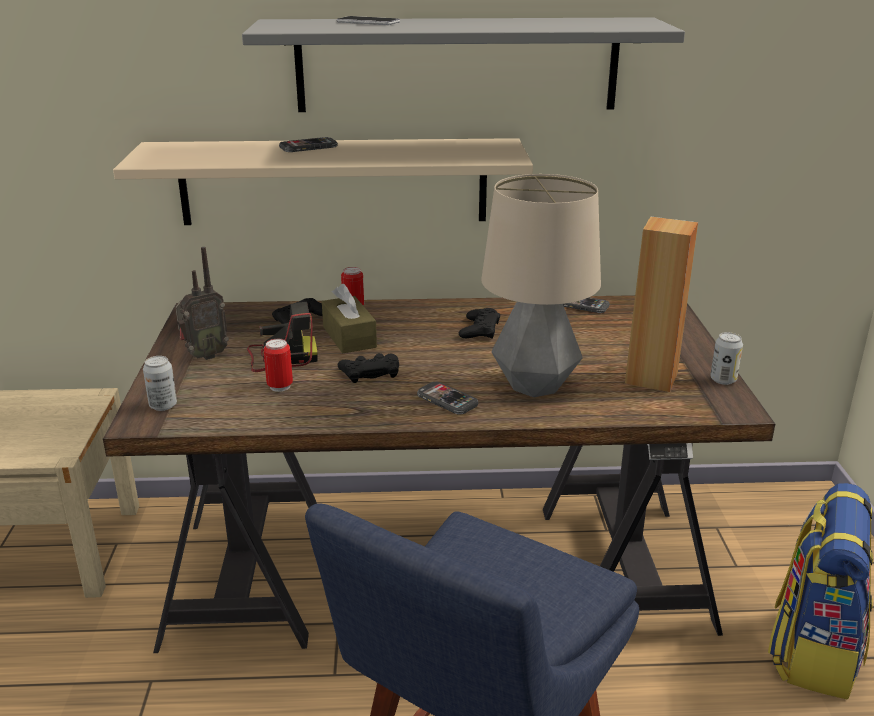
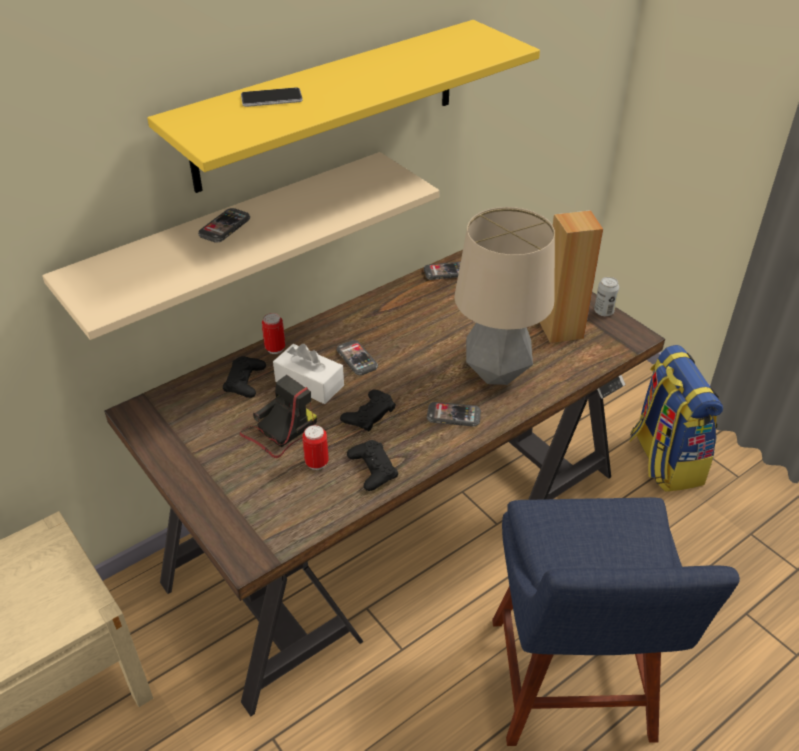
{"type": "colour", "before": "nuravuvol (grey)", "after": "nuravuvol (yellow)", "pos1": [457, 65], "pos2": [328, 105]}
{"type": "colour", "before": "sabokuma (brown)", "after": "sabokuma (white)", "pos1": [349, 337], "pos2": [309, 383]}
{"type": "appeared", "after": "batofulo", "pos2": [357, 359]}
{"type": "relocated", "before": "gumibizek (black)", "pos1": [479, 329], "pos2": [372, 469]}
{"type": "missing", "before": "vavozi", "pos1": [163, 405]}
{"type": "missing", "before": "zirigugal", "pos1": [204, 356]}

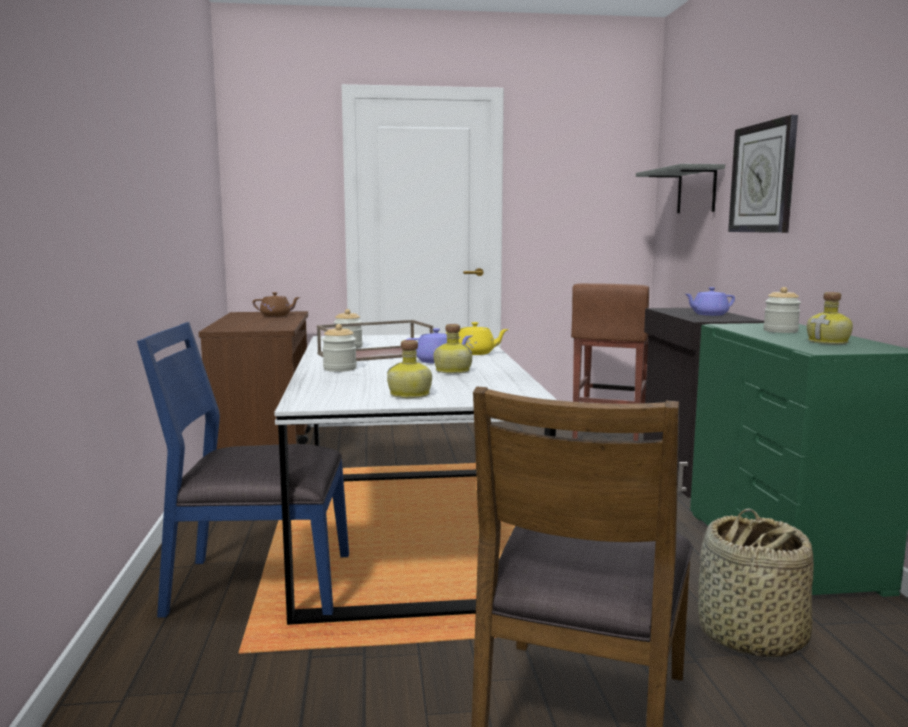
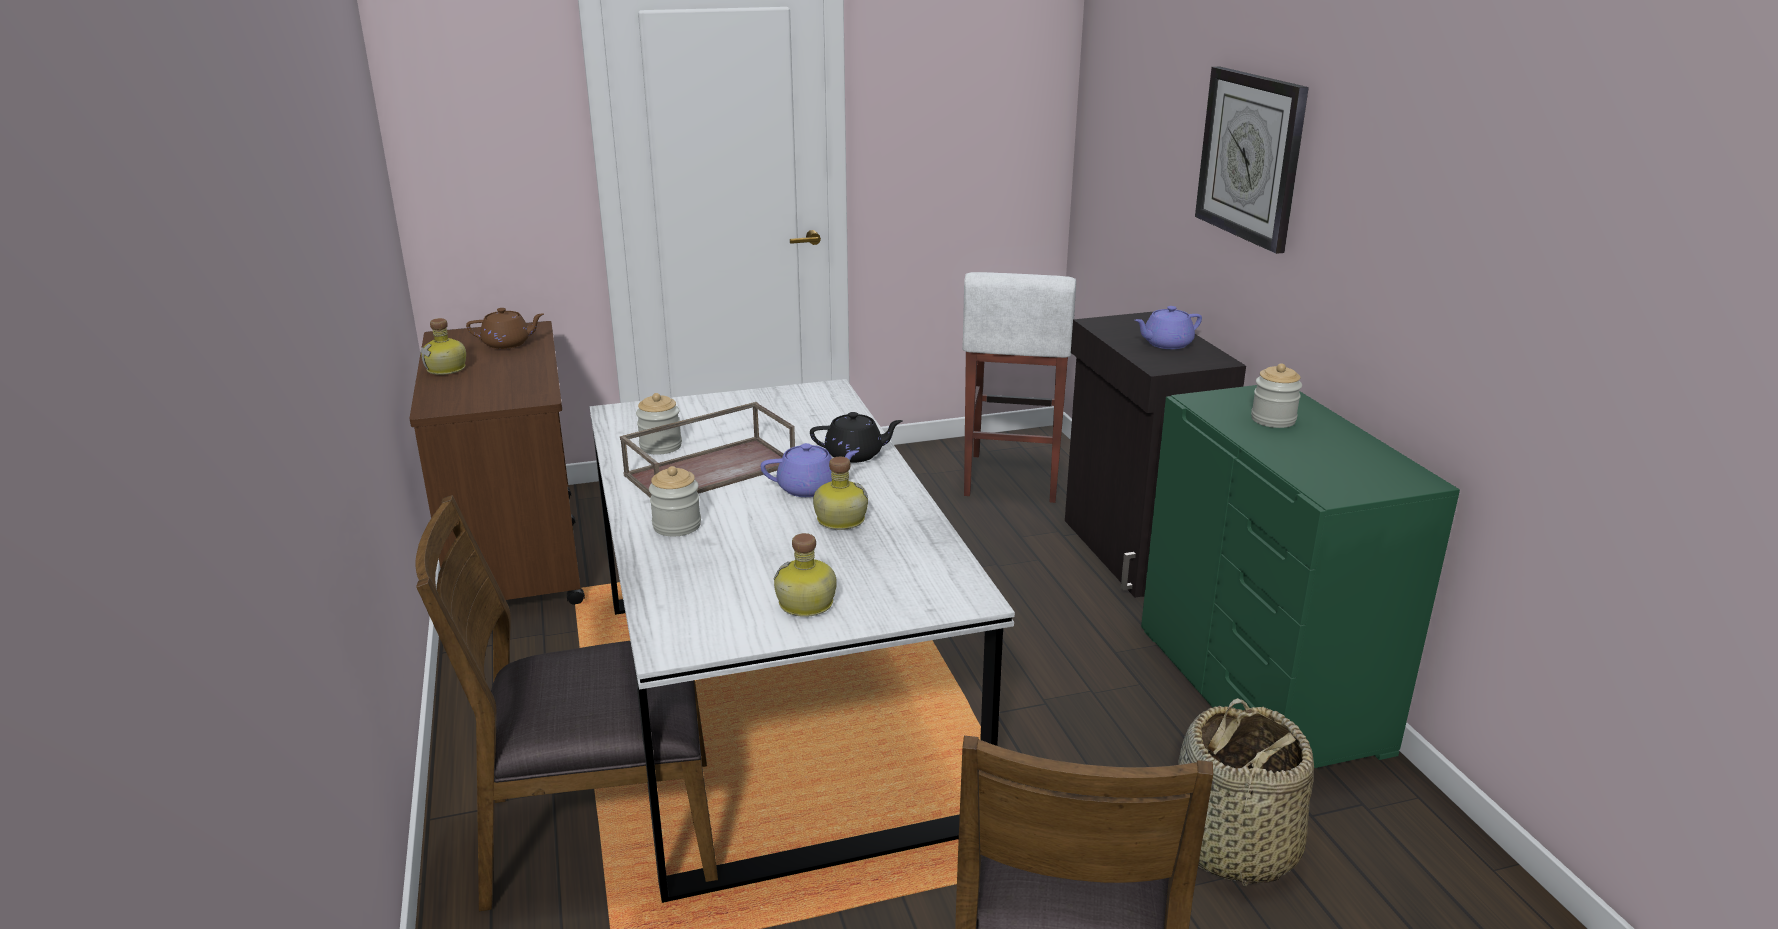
{"type": "colour", "before": "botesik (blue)", "after": "botesik (brown)", "pos1": [259, 585], "pos2": [599, 834]}
{"type": "relocated", "before": "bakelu", "pos1": [829, 342], "pos2": [447, 369]}
{"type": "colour", "before": "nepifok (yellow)", "after": "nepifok (black)", "pos1": [476, 353], "pos2": [855, 454]}
{"type": "colour", "before": "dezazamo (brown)", "after": "dezazamo (white)", "pos1": [607, 438], "pos2": [1011, 478]}
{"type": "missing", "before": "nuravuvol (grey)", "pos1": [696, 190]}

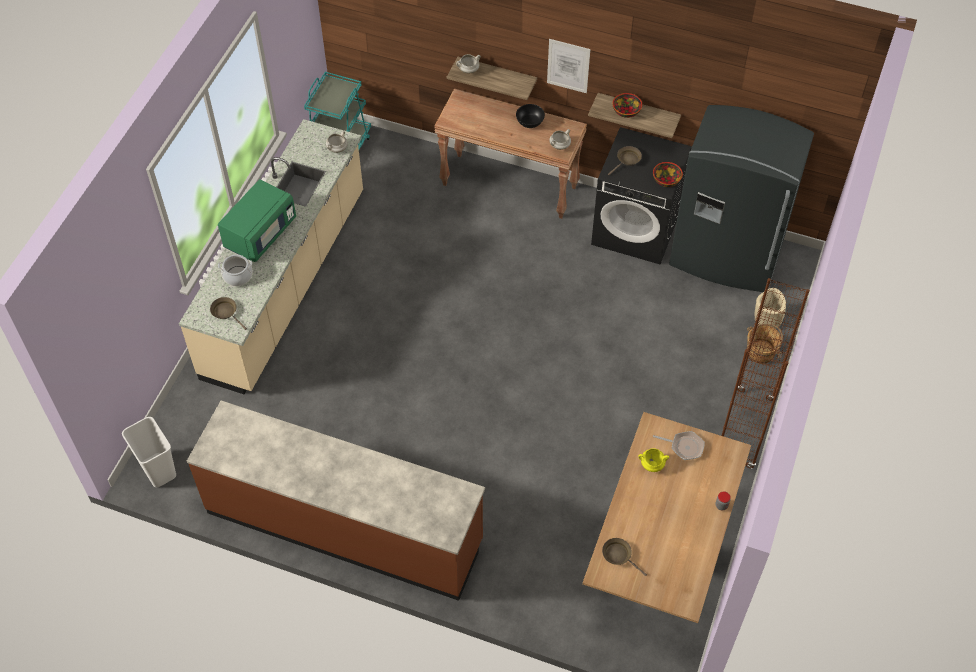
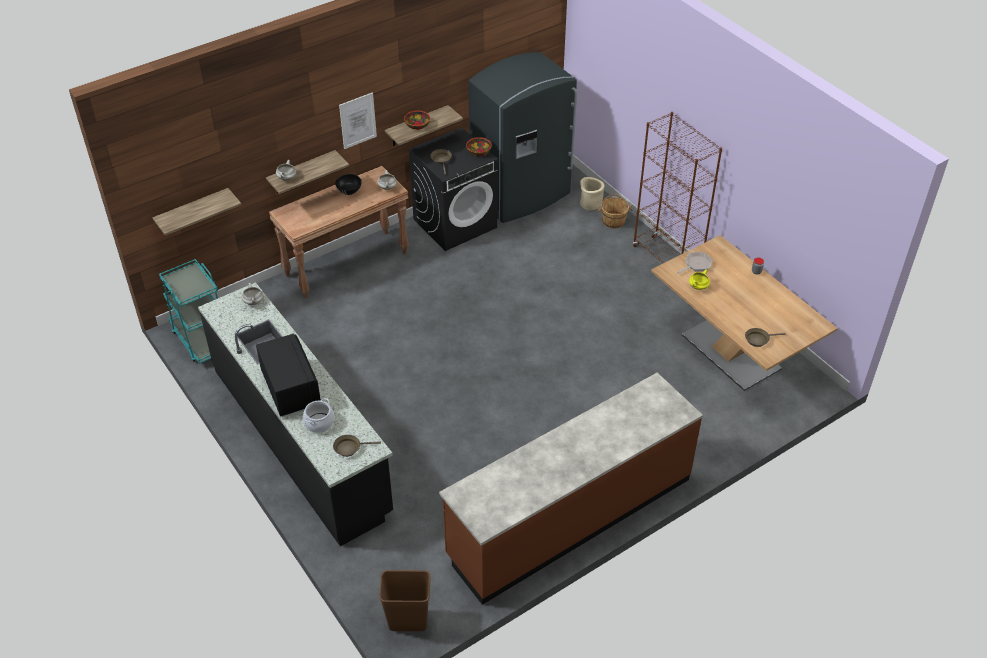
{"type": "appeared", "after": "nuravuvol", "pos2": [193, 211]}
{"type": "colour", "before": "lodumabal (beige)", "after": "lodumabal (black)", "pos1": [286, 284], "pos2": [301, 439]}
{"type": "colour", "before": "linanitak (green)", "after": "linanitak (black)", "pos1": [260, 234], "pos2": [290, 388]}
{"type": "colour", "before": "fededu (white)", "after": "fededu (brown)", "pos1": [158, 470], "pos2": [407, 621]}

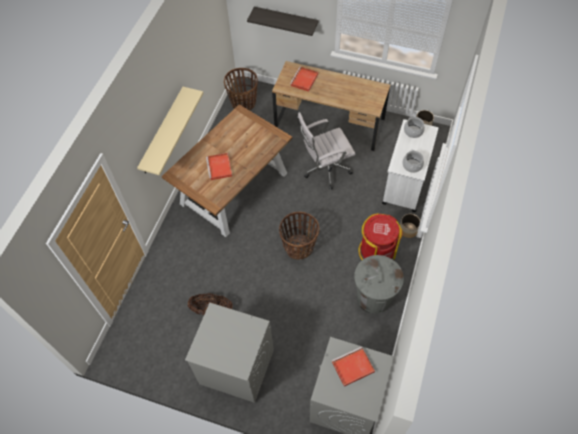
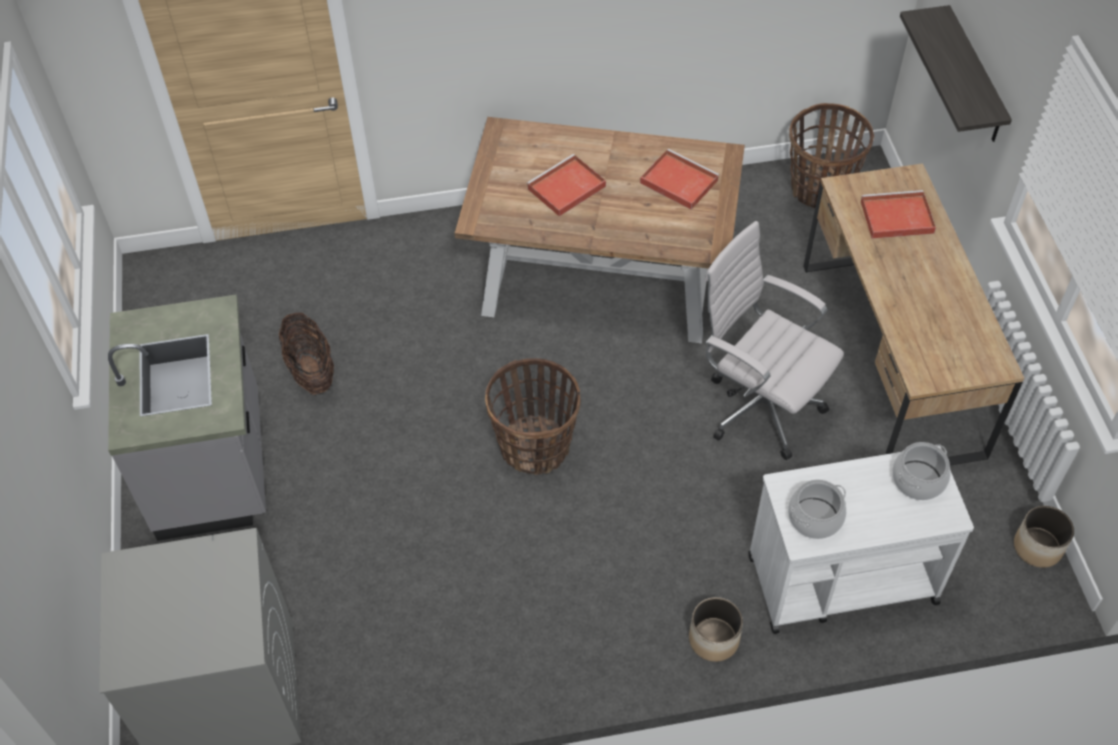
{"type": "exchanged", "before": "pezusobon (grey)", "after": "lodumabal (grey)", "pos1": [236, 367], "pos2": [214, 466]}
{"type": "relocated", "before": "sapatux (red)", "pos1": [352, 367], "pos2": [677, 181]}
{"type": "missing", "before": "nuravuvol (beige)", "pos1": [162, 131]}
{"type": "missing", "before": "fededu (grey)", "pos1": [373, 298]}
{"type": "missing", "before": "fededu (red)", "pos1": [376, 251]}

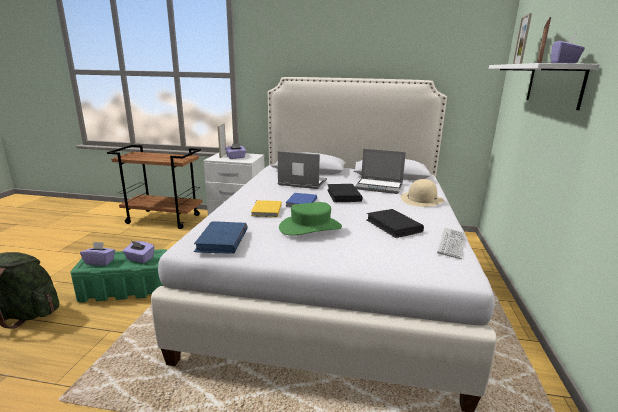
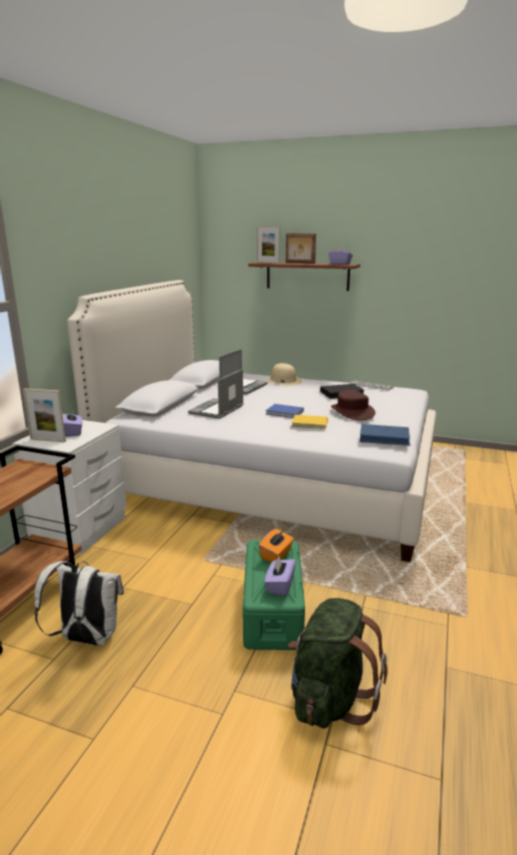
{"type": "appeared", "after": "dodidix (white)", "pos2": [86, 638]}
{"type": "colour", "before": "nuravuvol (white)", "after": "nuravuvol (brown)", "pos1": [553, 84], "pos2": [307, 276]}
{"type": "colour", "before": "sabokuma (purple)", "after": "sabokuma (orange)", "pos1": [140, 259], "pos2": [276, 555]}
{"type": "colour", "before": "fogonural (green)", "after": "fogonural (brown)", "pos1": [310, 227], "pos2": [352, 412]}
{"type": "missing", "before": "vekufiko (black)", "pos1": [343, 195]}

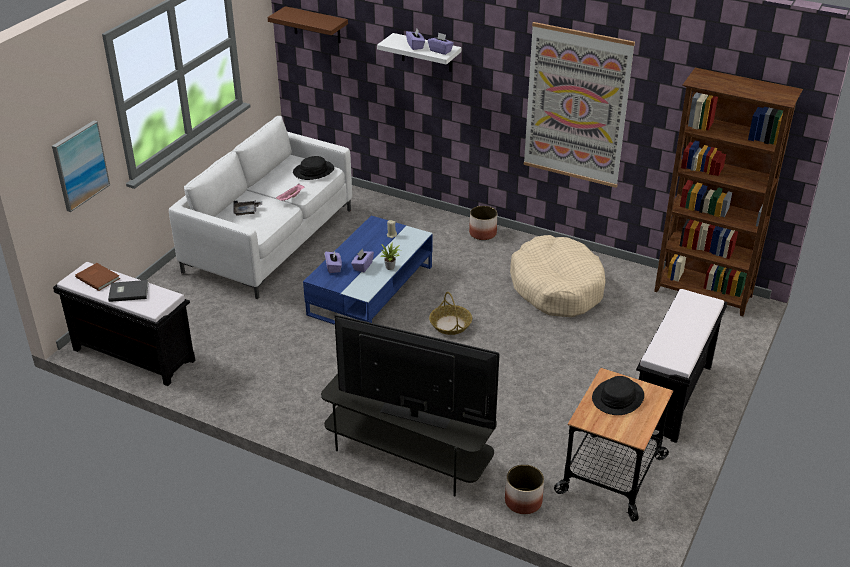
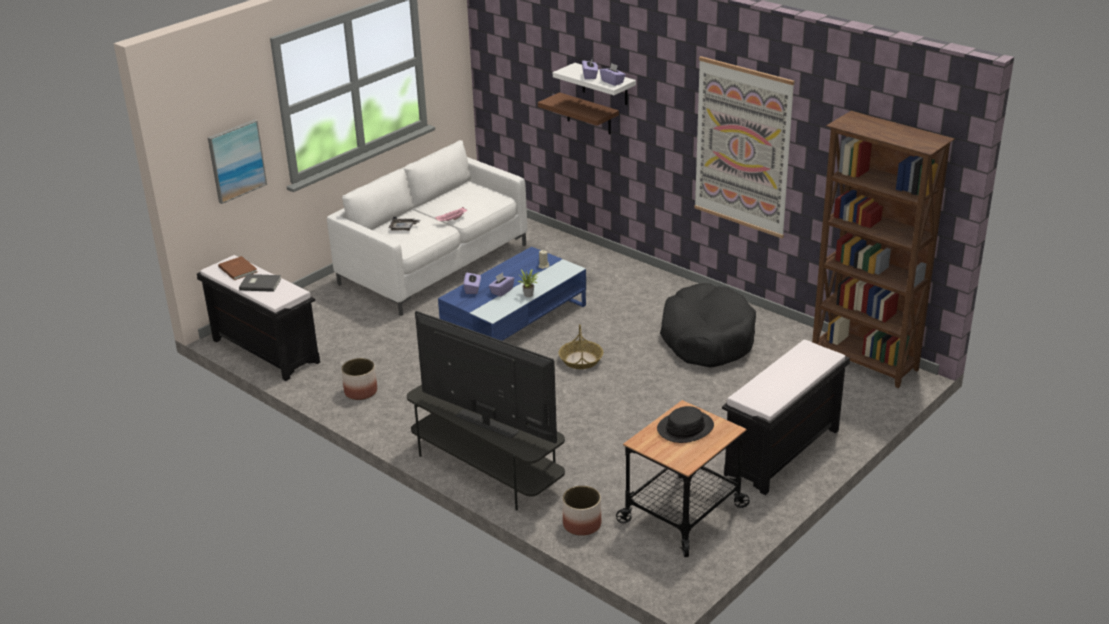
{"type": "relocated", "before": "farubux", "pos1": [483, 233], "pos2": [361, 391]}
{"type": "relocated", "before": "nuravuvol (brown)", "pos1": [316, 25], "pos2": [589, 114]}
{"type": "colour", "before": "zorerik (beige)", "after": "zorerik (black)", "pos1": [556, 287], "pos2": [707, 338]}
{"type": "missing", "before": "fogonural (black)", "pos1": [313, 171]}

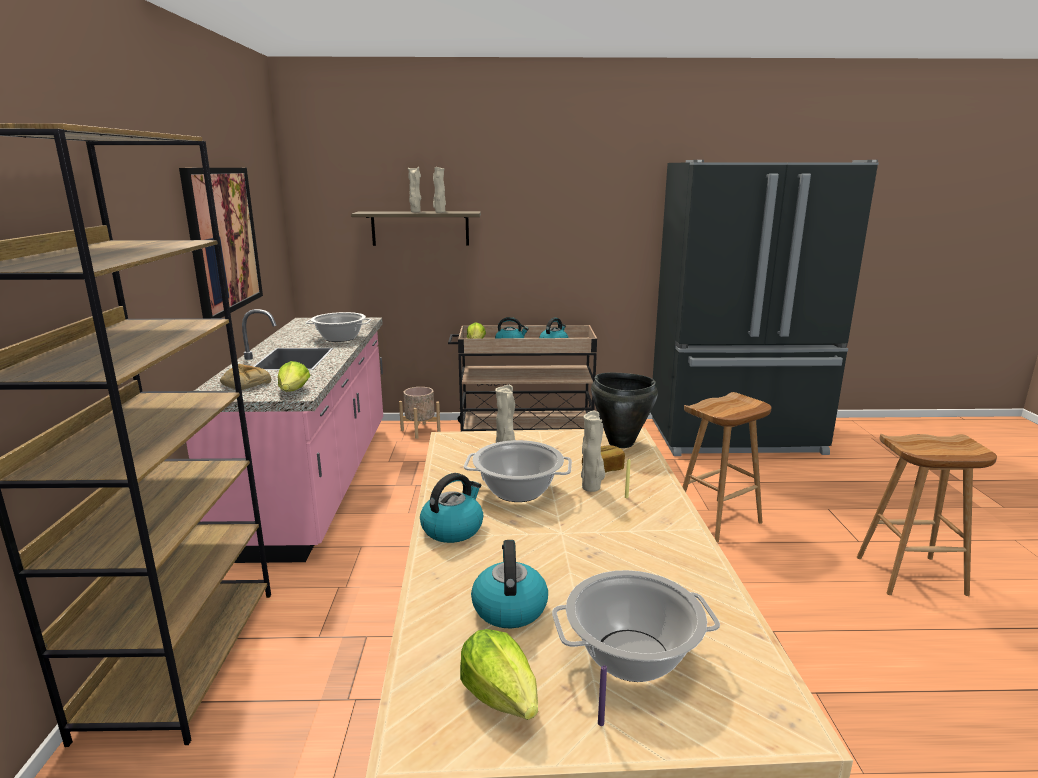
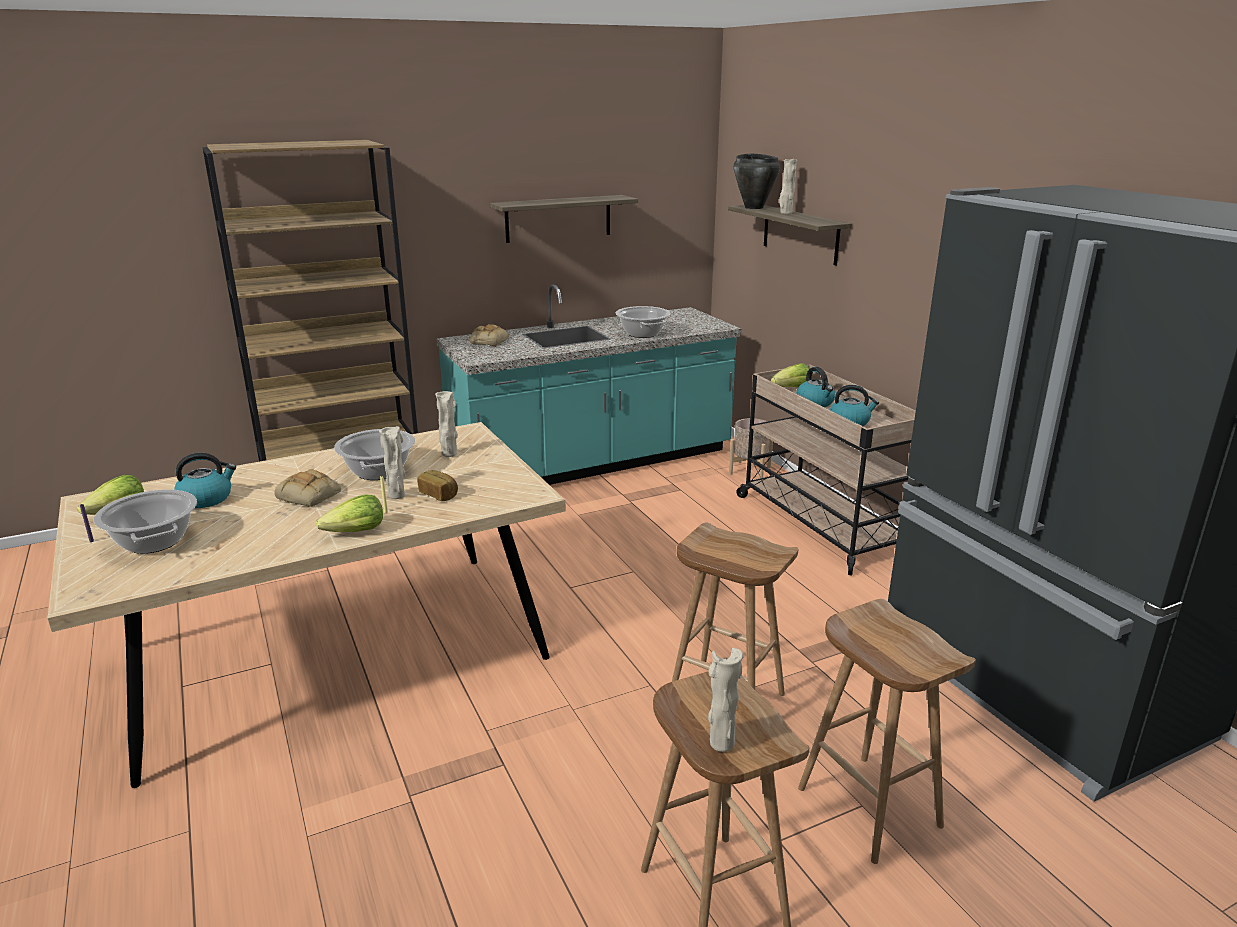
{"type": "appeared", "after": "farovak", "pos2": [310, 495]}
{"type": "relocated", "before": "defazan", "pos1": [294, 391], "pos2": [356, 532]}
{"type": "colour", "before": "lodumabal (pink)", "after": "lodumabal (turquoise)", "pos1": [317, 483], "pos2": [593, 463]}
{"type": "exchanged", "before": "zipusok", "after": "nuravuvol", "pos1": [223, 240], "pos2": [558, 218]}
{"type": "relocated", "before": "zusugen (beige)", "pos1": [439, 212], "pos2": [721, 742]}
{"type": "relocated", "before": "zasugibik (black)", "pos1": [620, 443], "pos2": [754, 207]}
{"type": "appeared", "after": "dezazamo (brown)", "pos2": [866, 806]}
{"type": "missing", "before": "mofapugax", "pos1": [453, 528]}

